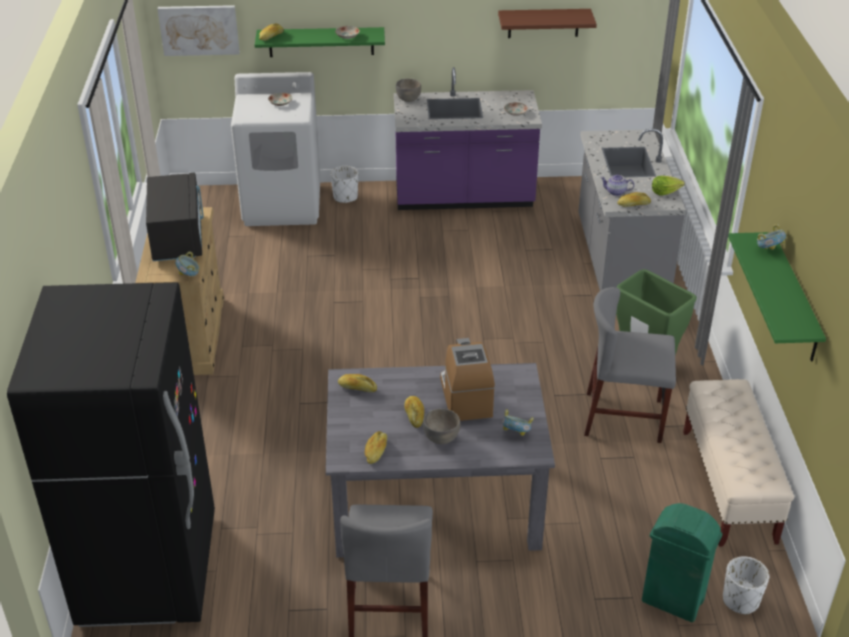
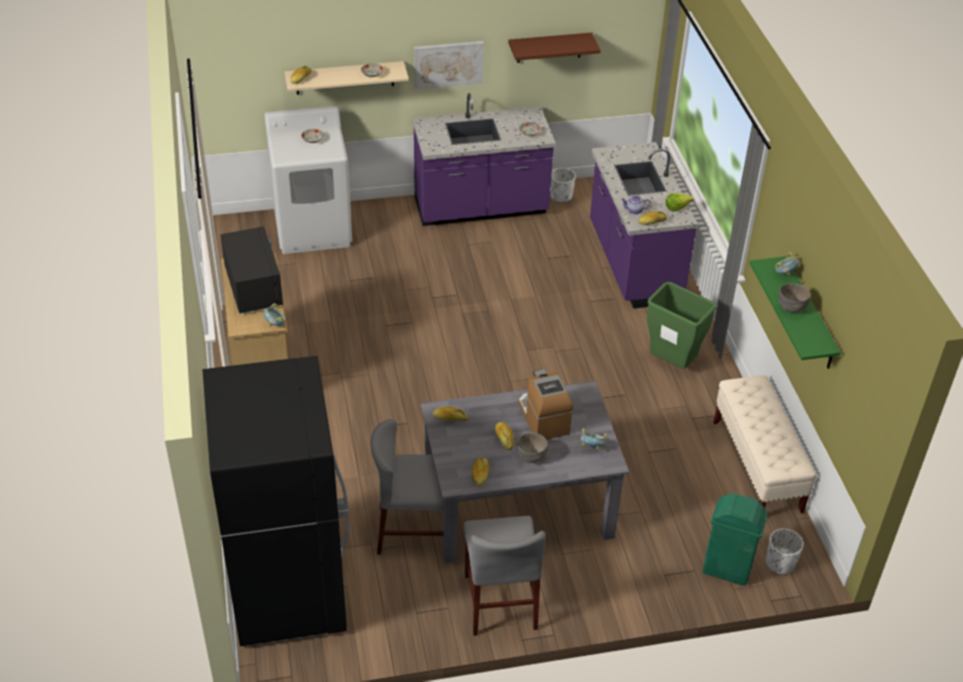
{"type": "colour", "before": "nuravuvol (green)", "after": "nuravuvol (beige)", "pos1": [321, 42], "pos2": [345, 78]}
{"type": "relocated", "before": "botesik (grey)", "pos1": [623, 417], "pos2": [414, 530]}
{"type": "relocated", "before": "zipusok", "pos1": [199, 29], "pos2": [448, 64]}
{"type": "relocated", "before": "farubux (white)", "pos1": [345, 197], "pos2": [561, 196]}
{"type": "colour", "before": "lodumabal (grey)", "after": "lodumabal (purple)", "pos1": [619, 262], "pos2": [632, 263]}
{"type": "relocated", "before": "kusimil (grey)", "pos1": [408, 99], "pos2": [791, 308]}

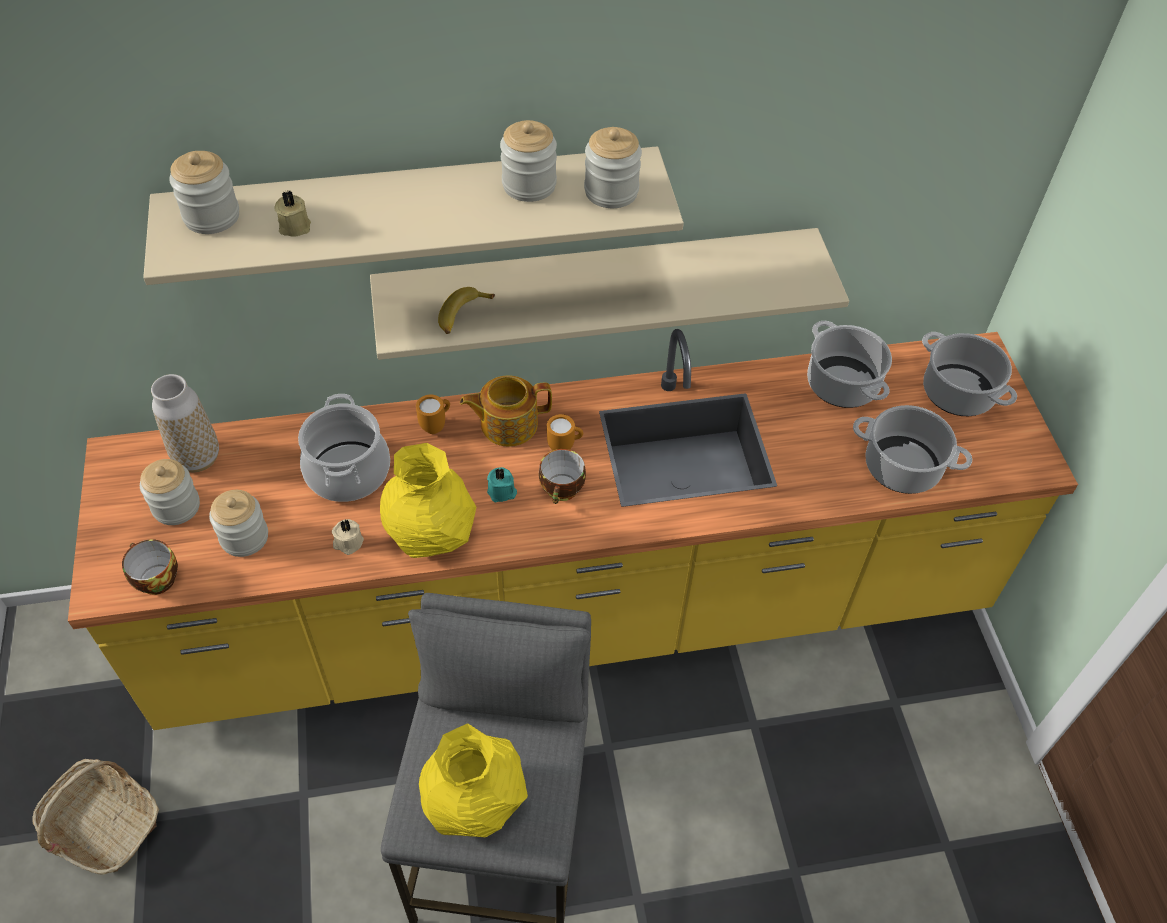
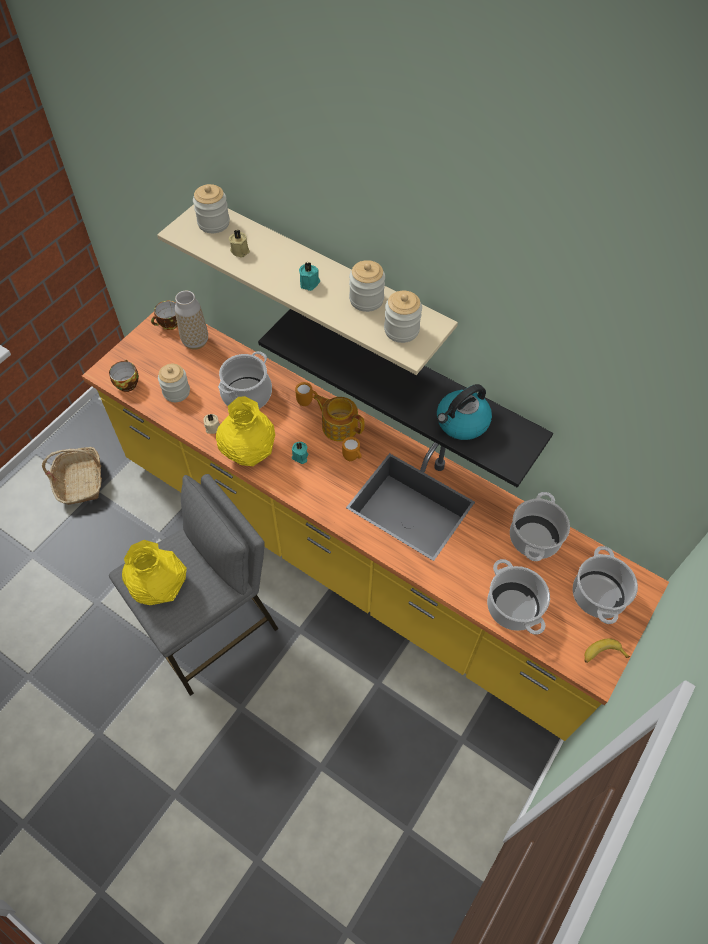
{"type": "relocated", "before": "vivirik", "pos1": [562, 490], "pos2": [169, 324]}
{"type": "colour", "before": "nuravuvol (beige)", "after": "nuravuvol (black)", "pos1": [597, 282], "pos2": [416, 381]}
{"type": "appeared", "after": "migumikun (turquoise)", "pos2": [310, 283]}
{"type": "appeared", "after": "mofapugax", "pos2": [461, 423]}
{"type": "relocated", "before": "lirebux", "pos1": [462, 315], "pos2": [602, 654]}
{"type": "missing", "before": "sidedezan", "pos1": [176, 506]}

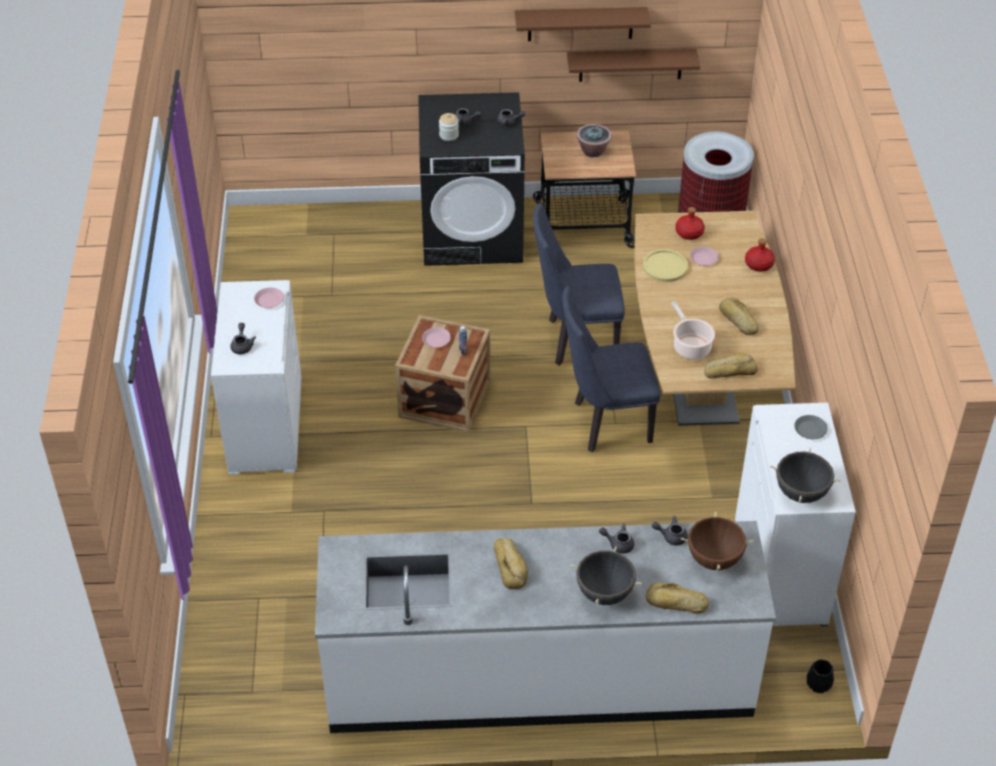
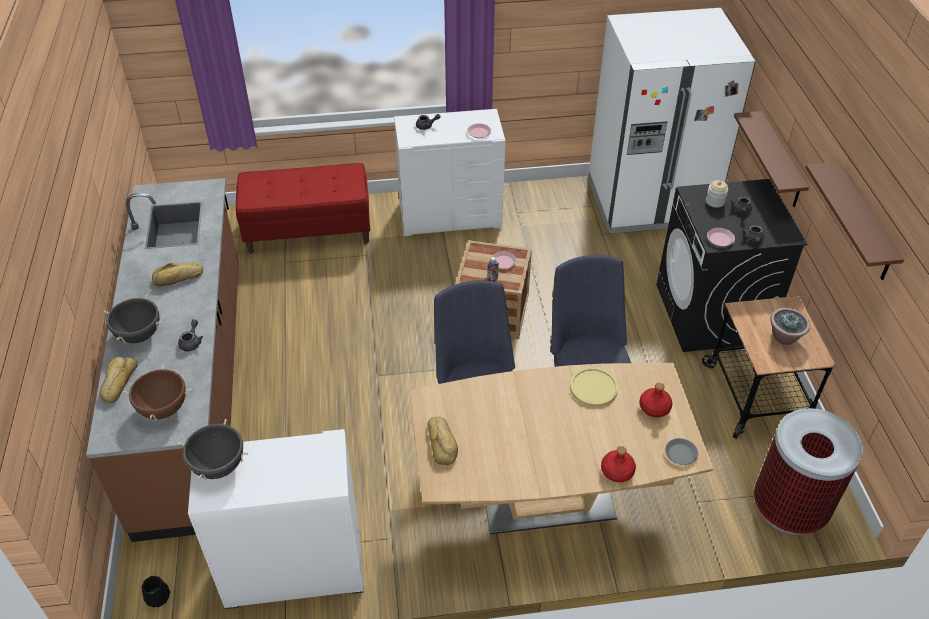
{"type": "colour", "before": "lodumabal (white)", "after": "lodumabal (brown)", "pos1": [539, 677], "pos2": [195, 390]}
{"type": "appeared", "after": "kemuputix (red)", "pos2": [308, 231]}
{"type": "appeared", "after": "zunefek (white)", "pos2": [649, 202]}
{"type": "relocated", "before": "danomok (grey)", "pos1": [810, 430], "pos2": [680, 454]}
{"type": "relocated", "before": "danomok (pink)", "pos1": [703, 258], "pos2": [720, 239]}
{"type": "relocated", "before": "nuravuvol (brown)", "pos1": [630, 65], "pos2": [780, 161]}
{"type": "missing", "before": "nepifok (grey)", "pos1": [671, 536]}
{"type": "missing", "before": "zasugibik", "pos1": [690, 346]}
{"type": "missing", "before": "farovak", "pos1": [737, 320]}

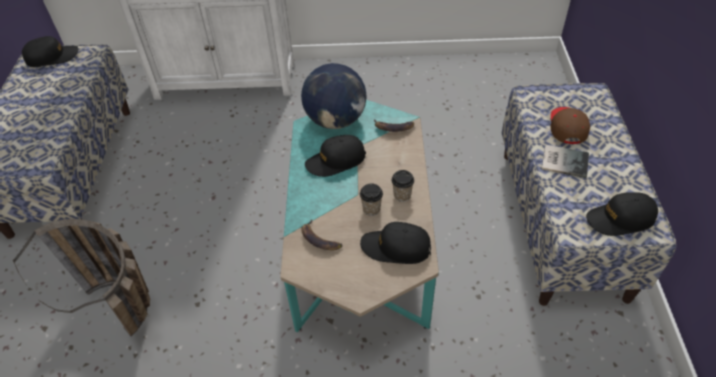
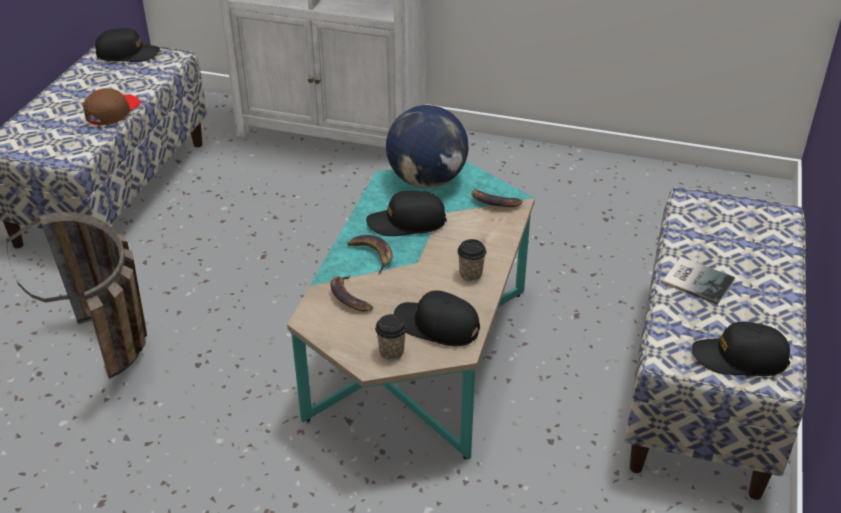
{"type": "relocated", "before": "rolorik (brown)", "pos1": [567, 127], "pos2": [112, 112]}
{"type": "appeared", "after": "lirebux", "pos2": [372, 255]}
{"type": "relocated", "before": "vivirik", "pos1": [371, 209], "pos2": [391, 352]}

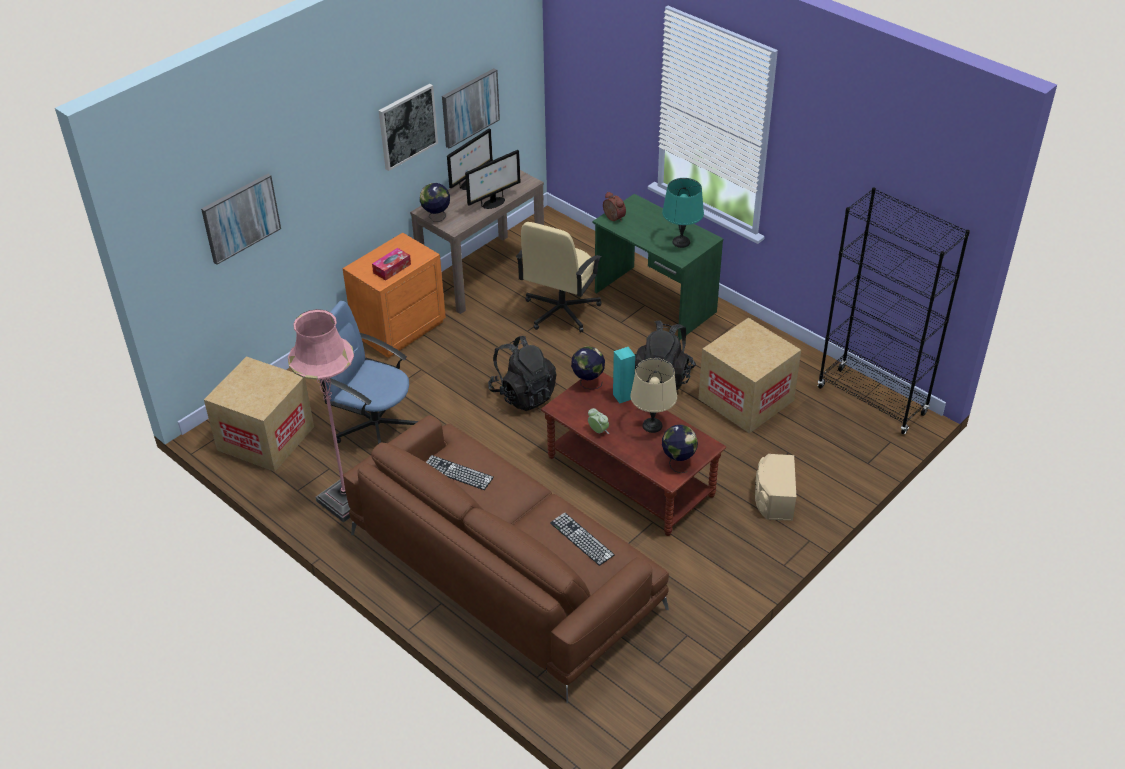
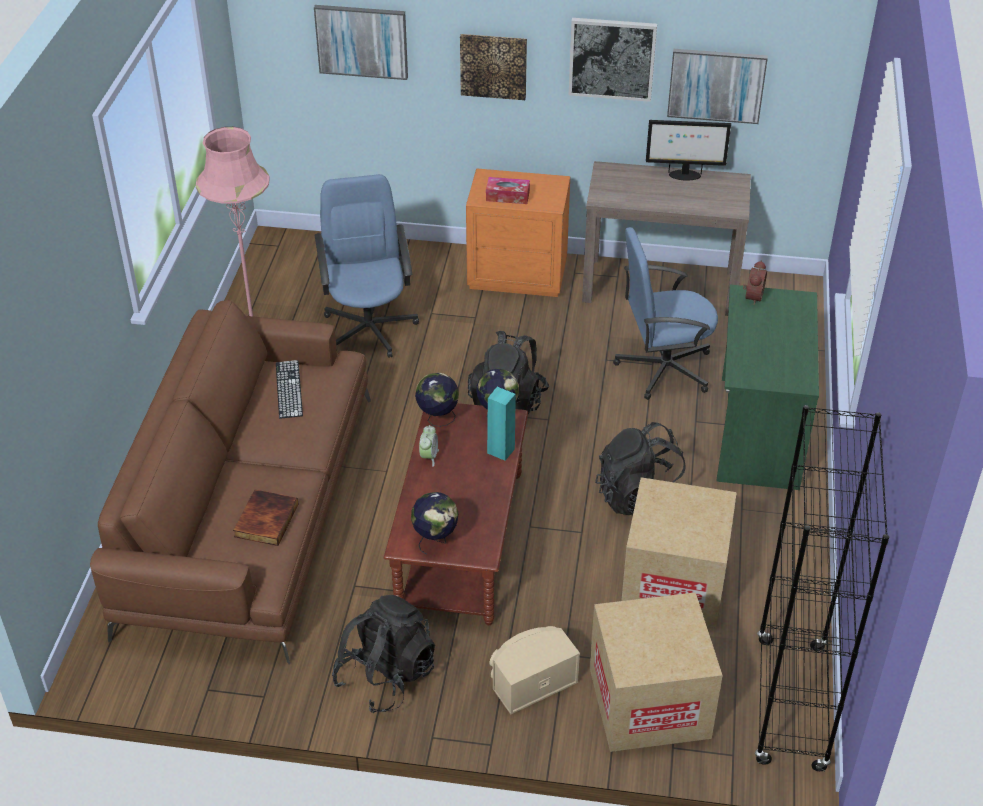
{"type": "exchanged", "before": "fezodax", "after": "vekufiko", "pos1": [581, 539], "pos2": [265, 520]}
{"type": "appeared", "after": "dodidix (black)", "pos2": [386, 676]}
{"type": "relocated", "before": "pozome", "pos1": [436, 217], "pos2": [437, 419]}
{"type": "appeared", "after": "zipusok", "pos2": [493, 65]}
{"type": "relocated", "before": "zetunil", "pos1": [266, 438], "pos2": [649, 702]}
{"type": "colour", "before": "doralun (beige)", "after": "doralun (blue)", "pos1": [560, 311], "pos2": [663, 368]}
{"type": "missing", "before": "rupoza", "pos1": [493, 203]}
{"type": "missing", "before": "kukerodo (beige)", "pos1": [652, 426]}
{"type": "missing", "before": "kukerodo (turquoise)", "pos1": [680, 242]}

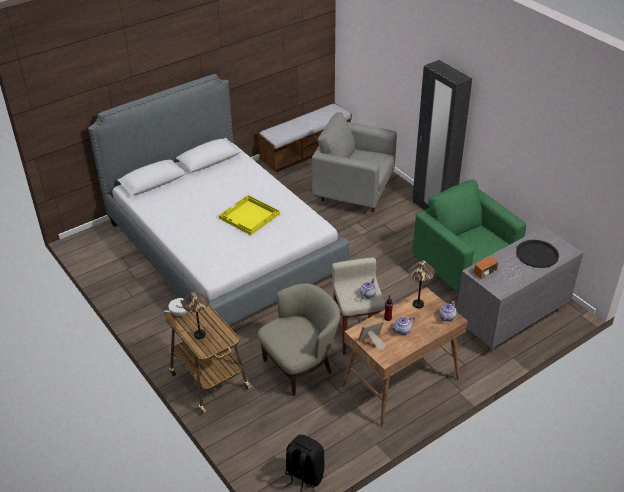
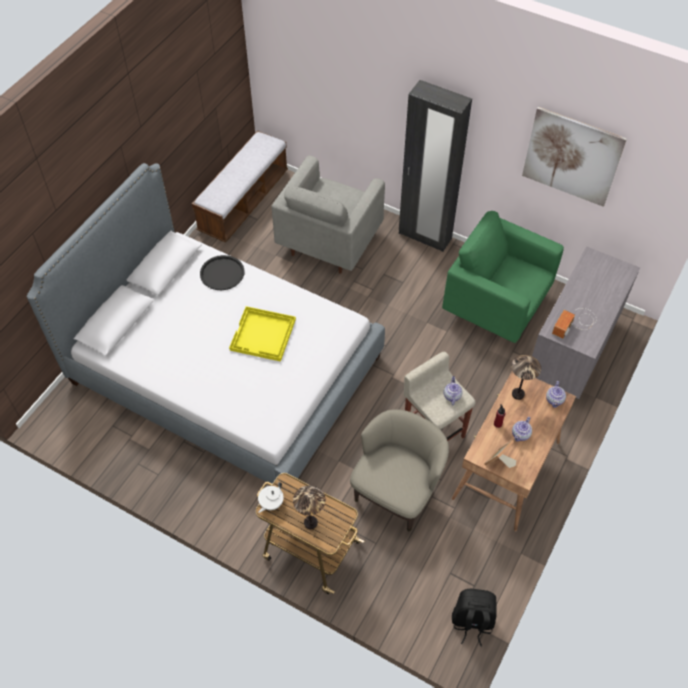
{"type": "relocated", "before": "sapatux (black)", "pos1": [537, 254], "pos2": [222, 273]}
{"type": "spun", "before": "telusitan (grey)", "pos1": [353, 193], "pos2": [329, 242], "turn": -60}
{"type": "appeared", "after": "zipusok", "pos2": [572, 157]}

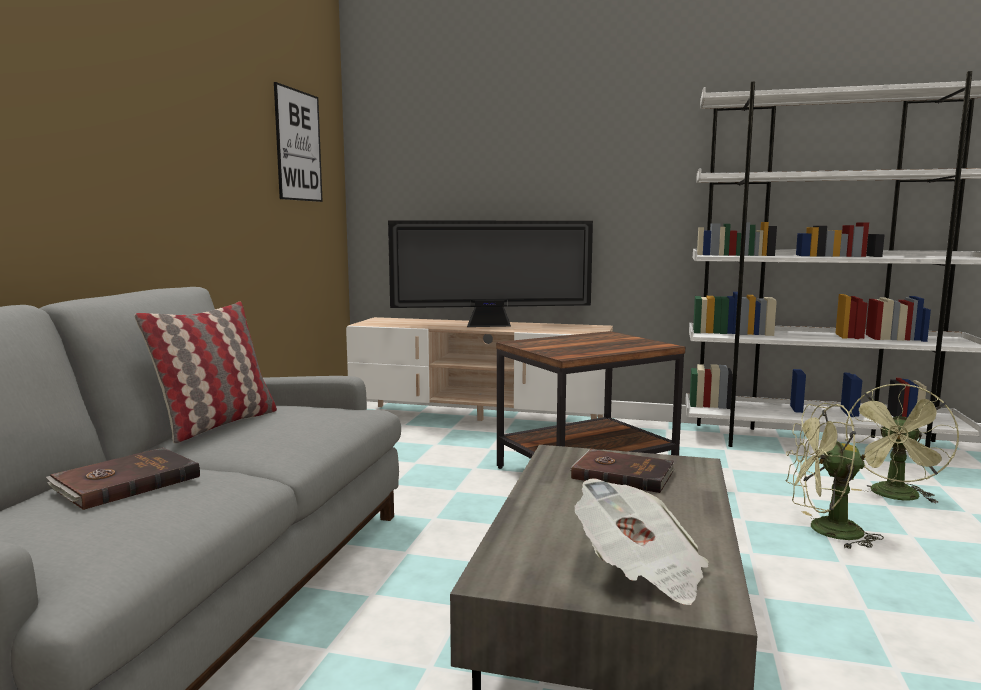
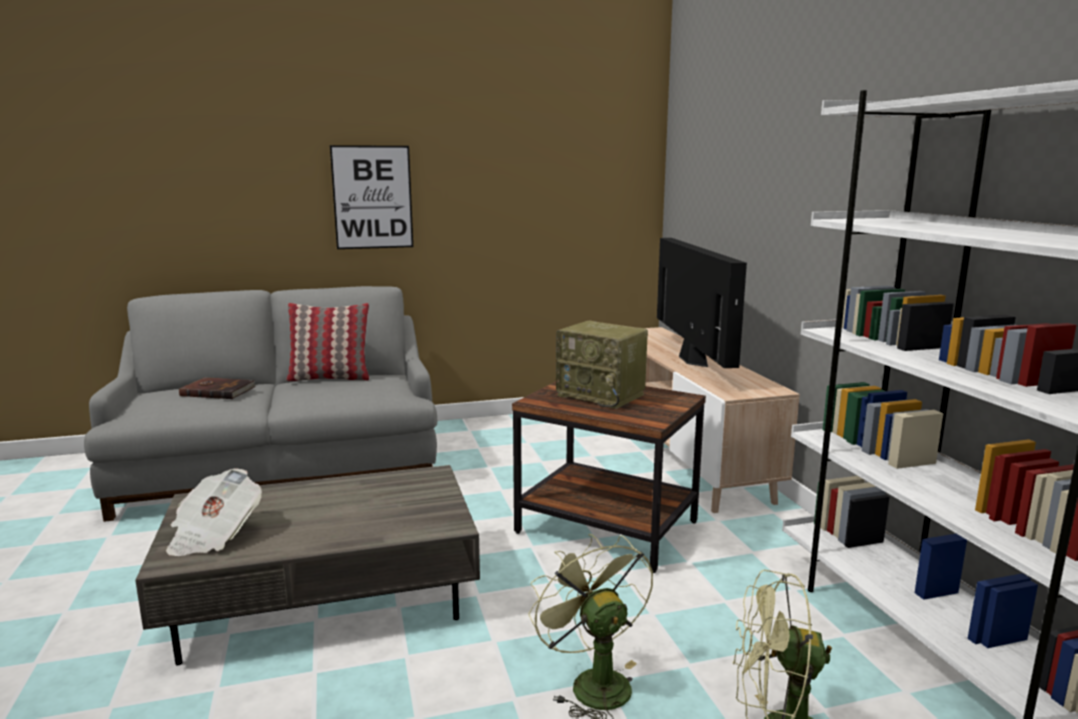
{"type": "relocated", "before": "zipusok", "pos1": [298, 146], "pos2": [372, 197]}
{"type": "appeared", "after": "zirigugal", "pos2": [602, 395]}
{"type": "spun", "before": "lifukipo", "pos1": [491, 325], "pos2": [692, 360], "turn": -150}
{"type": "missing", "before": "vekufiko (brown)", "pos1": [622, 474]}

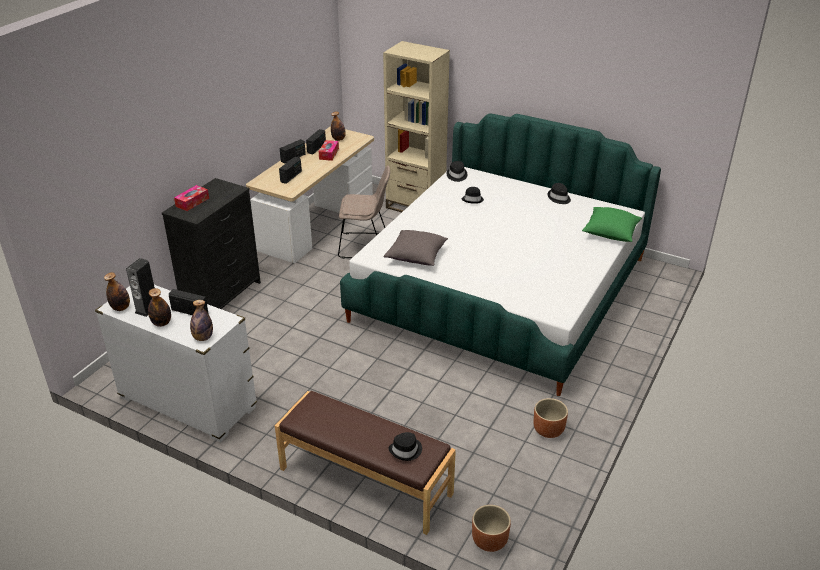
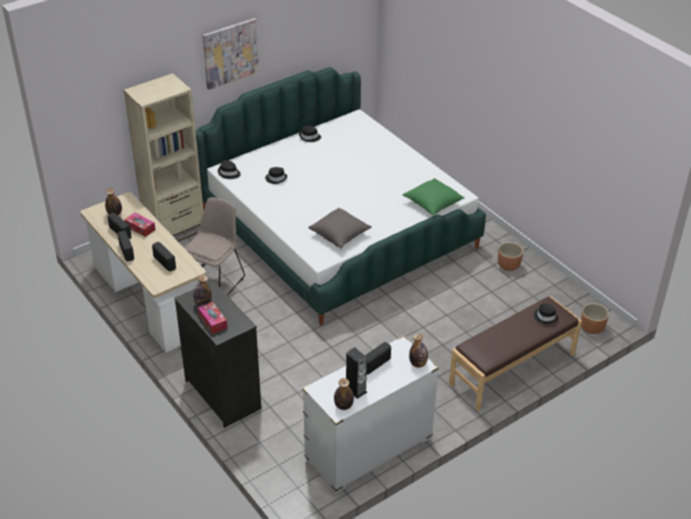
{"type": "relocated", "before": "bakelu", "pos1": [162, 323], "pos2": [203, 304]}
{"type": "appeared", "after": "zipusok", "pos2": [230, 53]}
{"type": "relocated", "before": "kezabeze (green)", "pos1": [610, 233], "pos2": [433, 204]}

